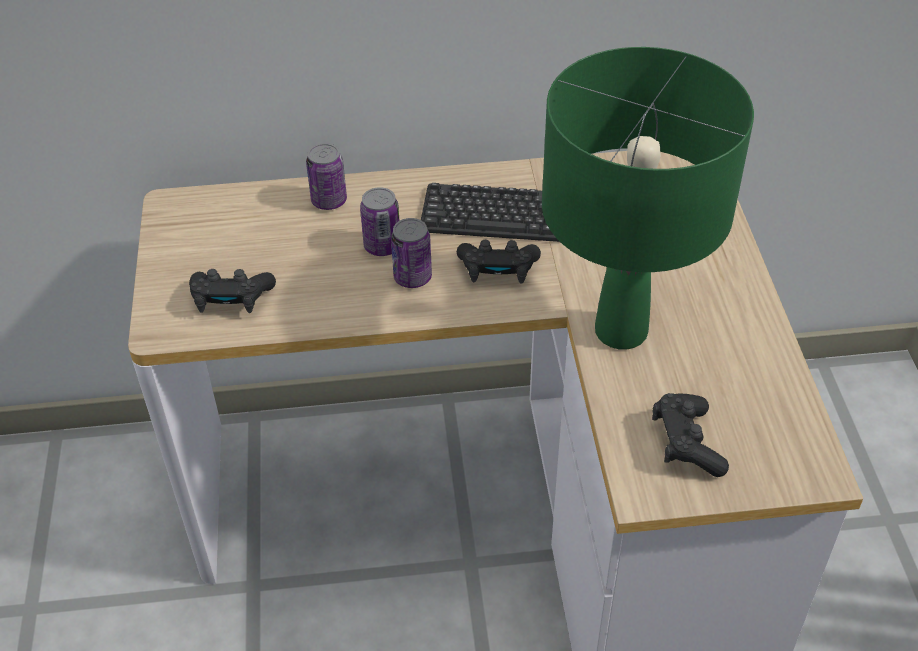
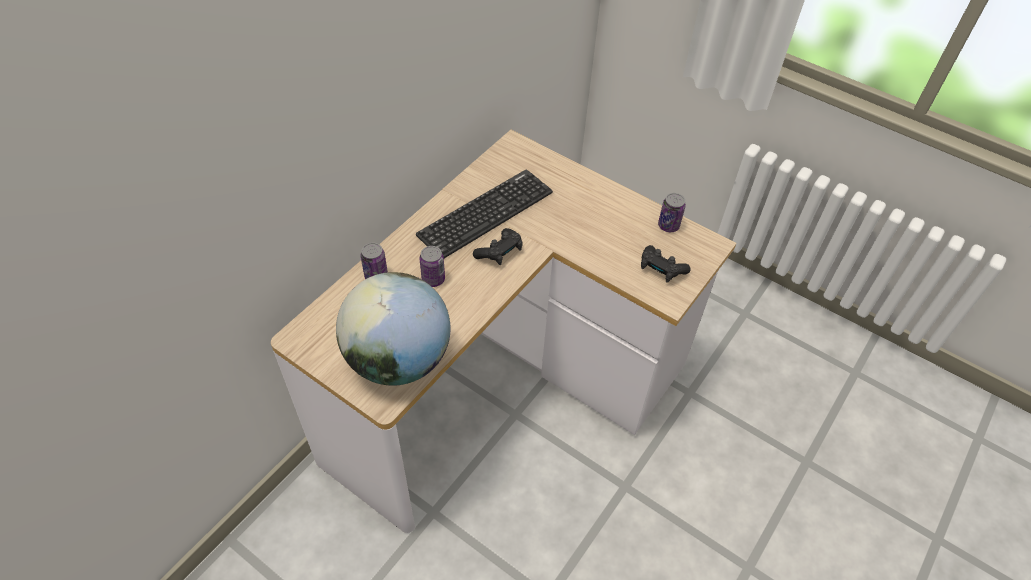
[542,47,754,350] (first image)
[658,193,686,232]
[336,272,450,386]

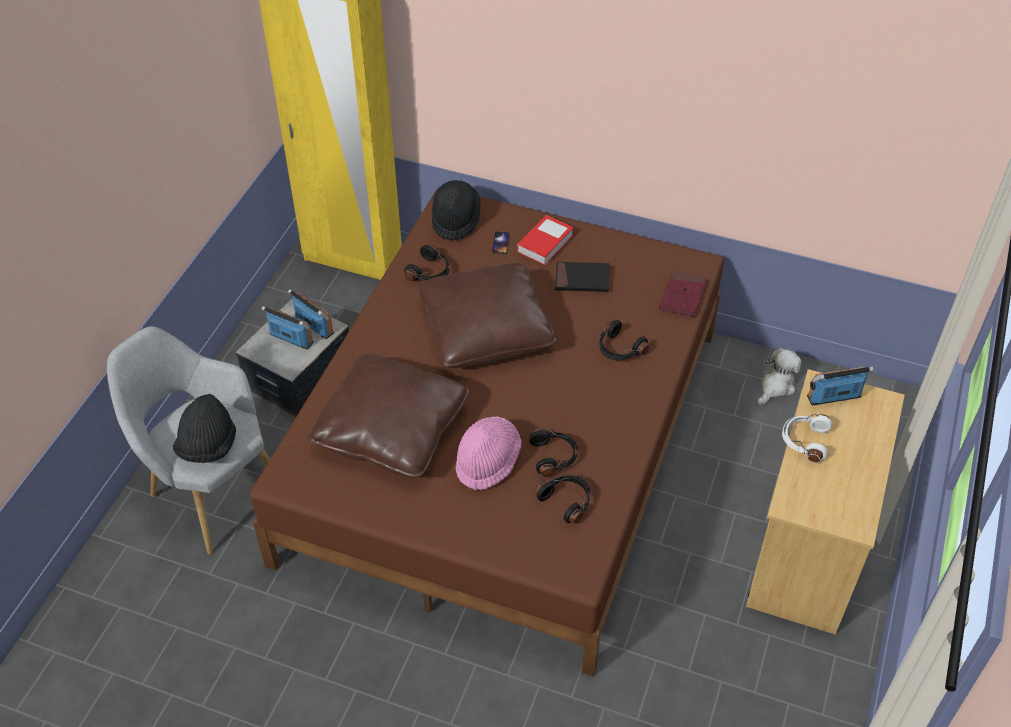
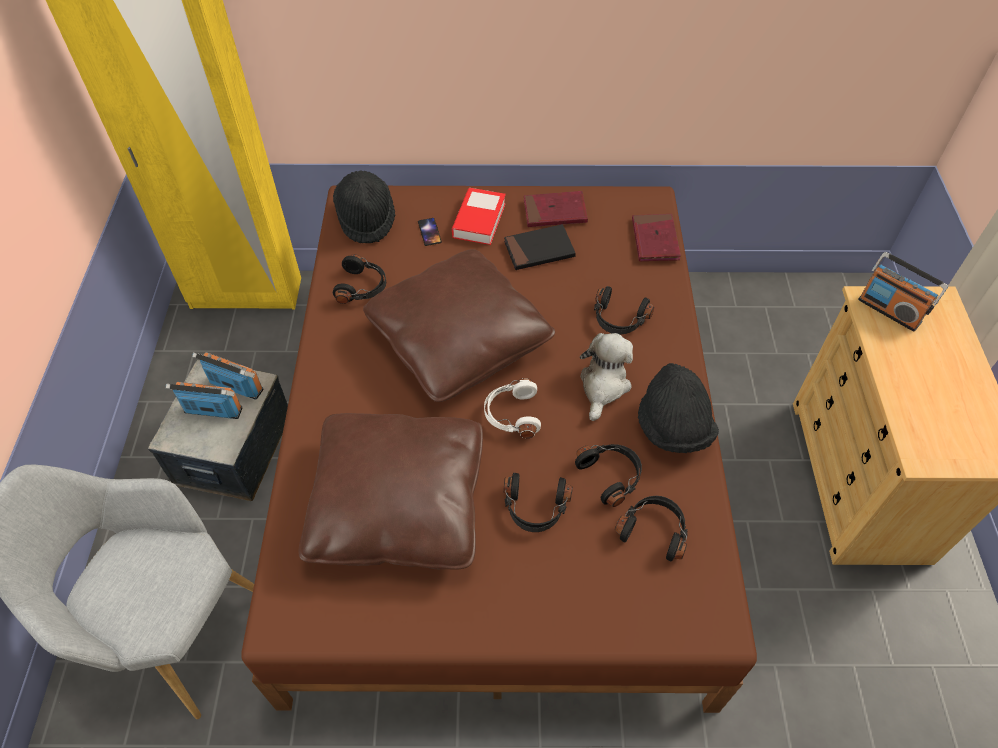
[580,333,633,421]
[858,252,948,332]
[638,363,719,453]
[484,378,541,438]
[504,473,573,532]
[524,191,588,227]

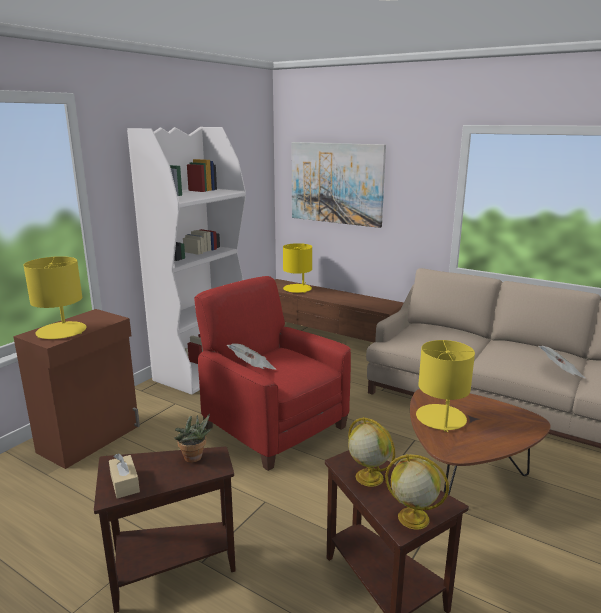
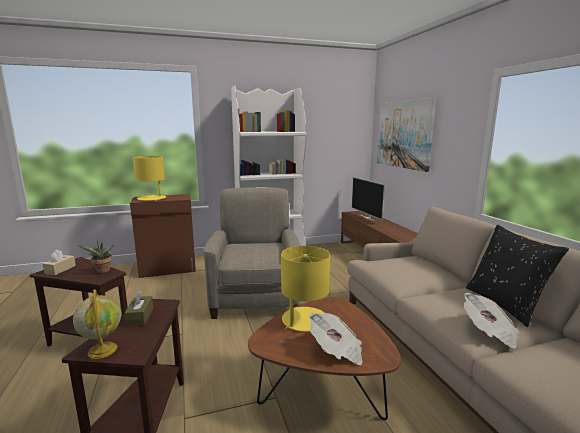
[352,177,385,221]
[203,187,301,319]
[309,313,362,365]
[124,291,153,327]
[466,225,569,327]

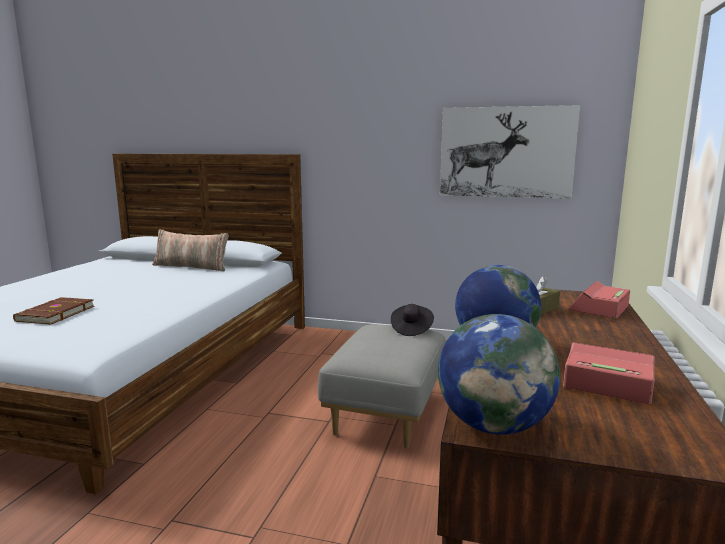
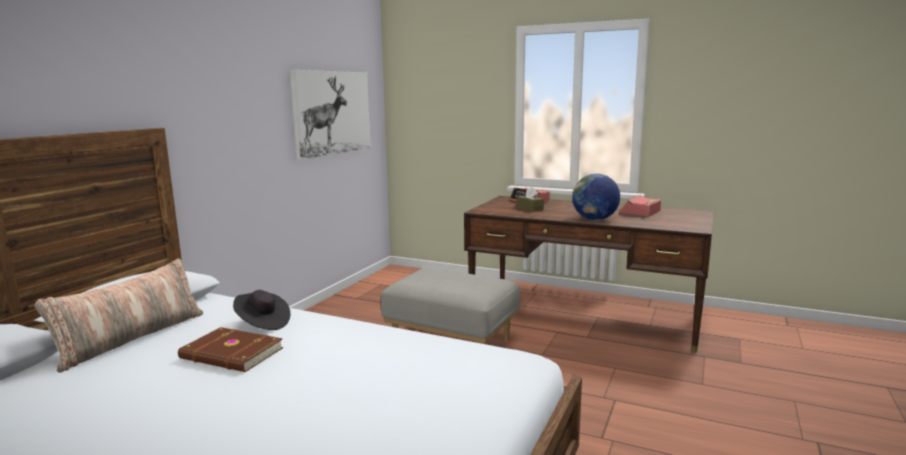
[178,327,283,372]
[233,290,290,330]
[438,314,560,435] (first image)

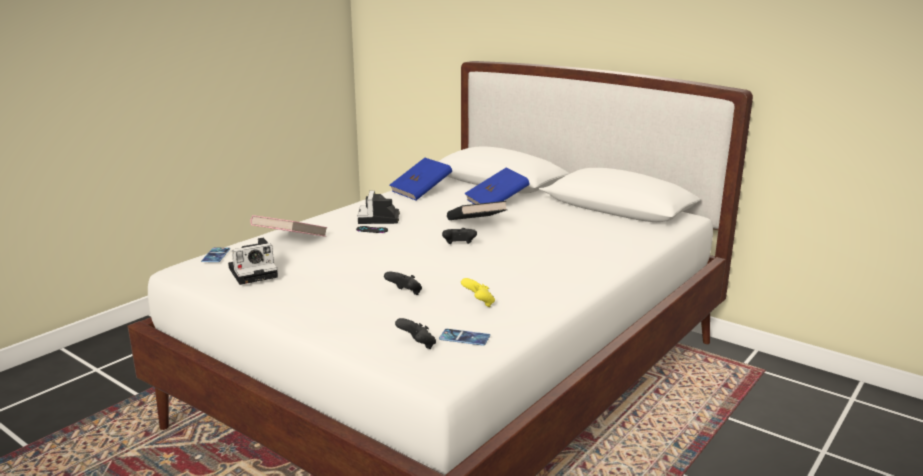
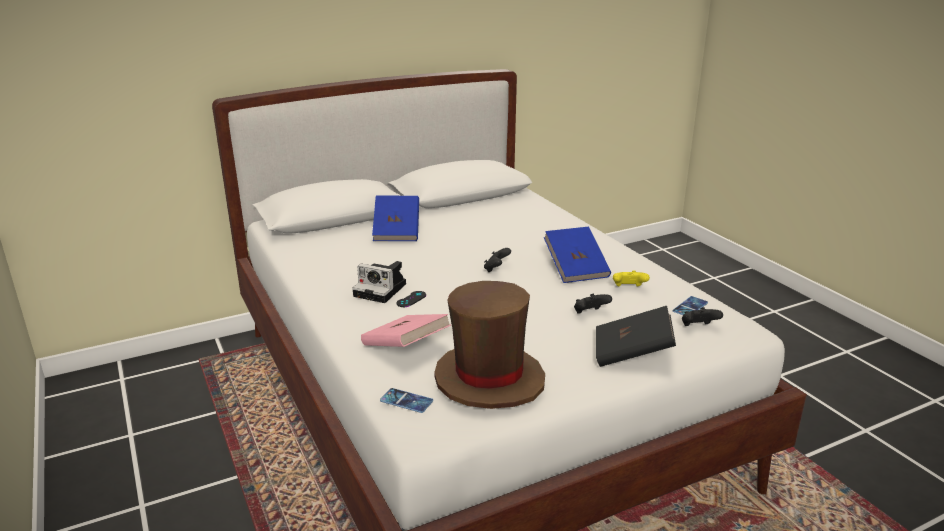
[544,227,611,283]
[596,306,676,367]
[434,281,545,409]

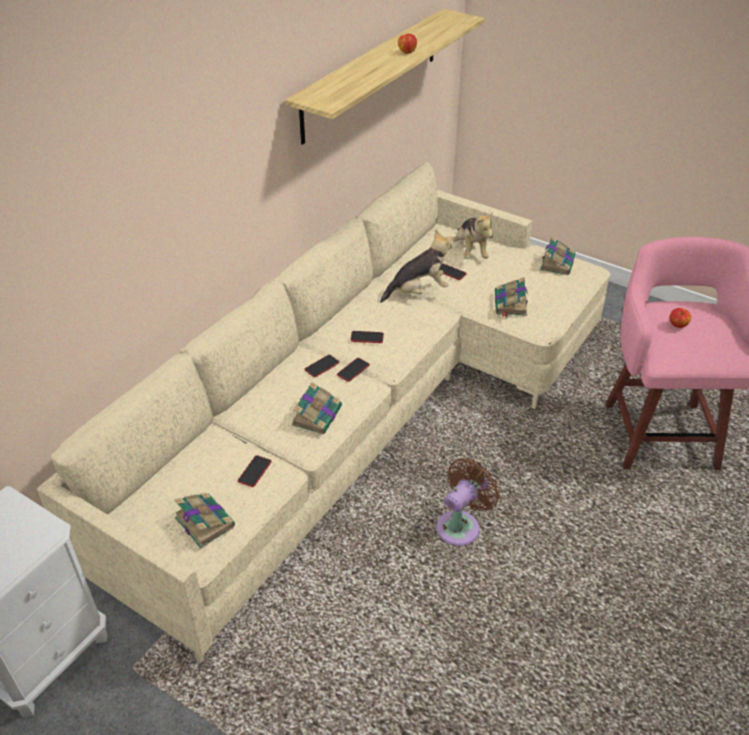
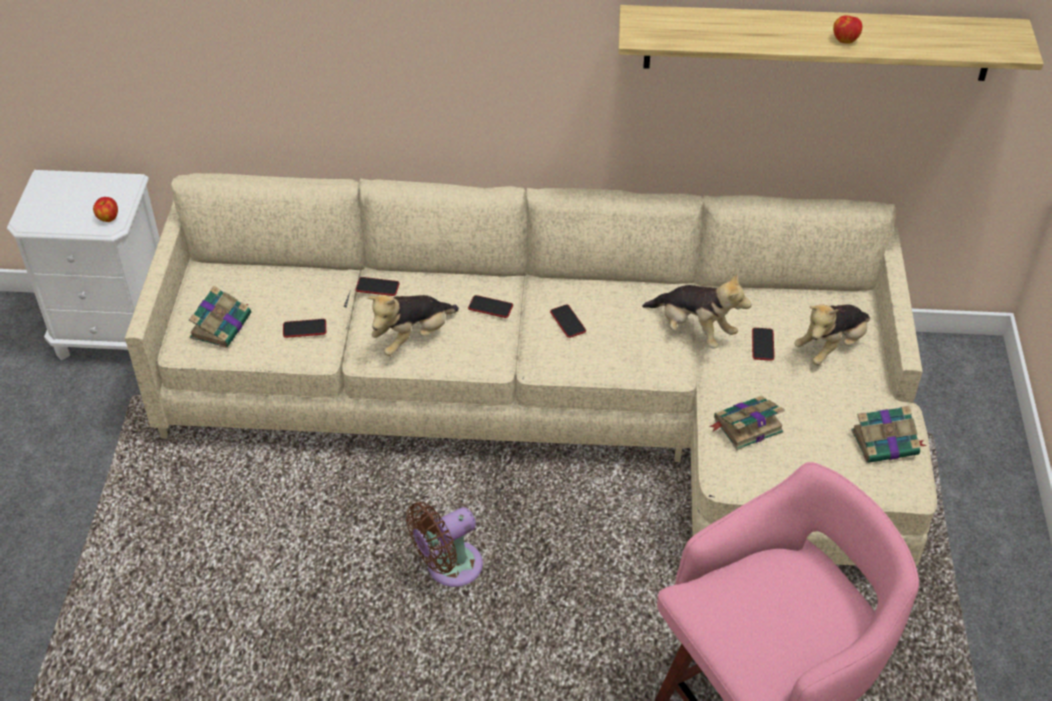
[93,197,118,222]
[355,277,400,296]
[367,295,459,356]
[406,502,483,587]

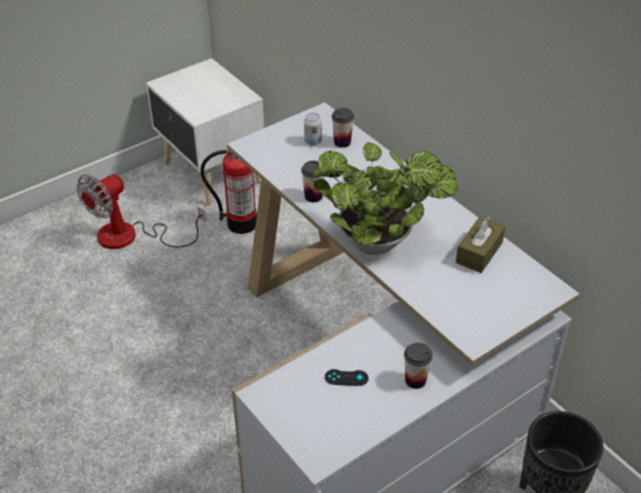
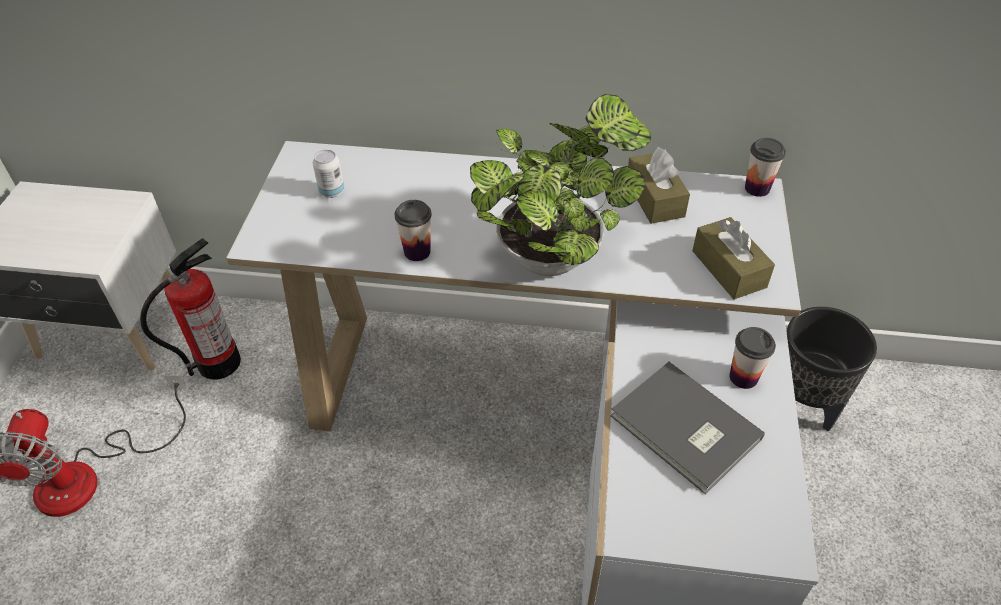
[745,138,786,197]
[611,362,765,494]
[692,217,775,299]

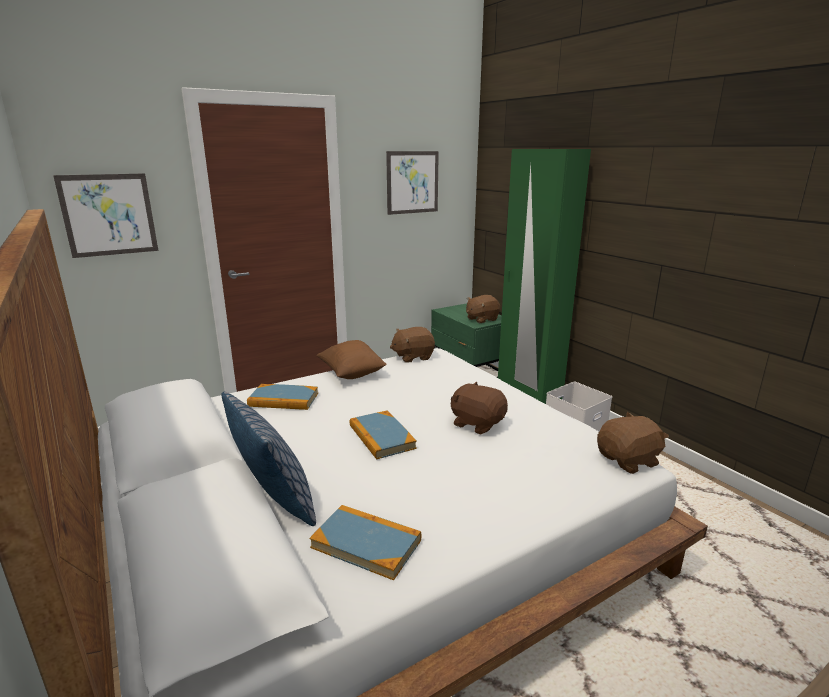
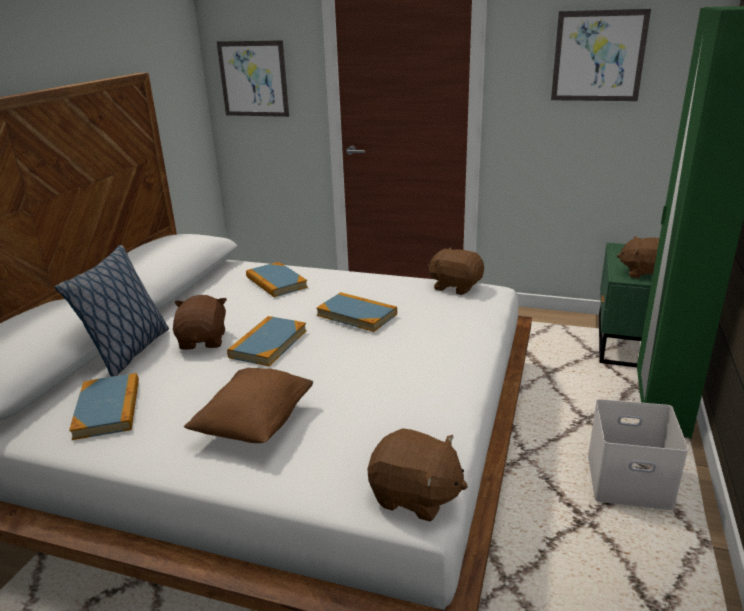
[184,368,313,443]
[173,295,227,350]
[316,292,397,332]

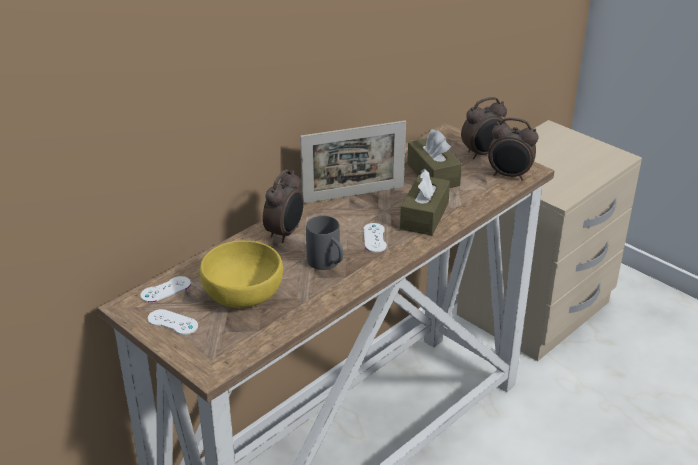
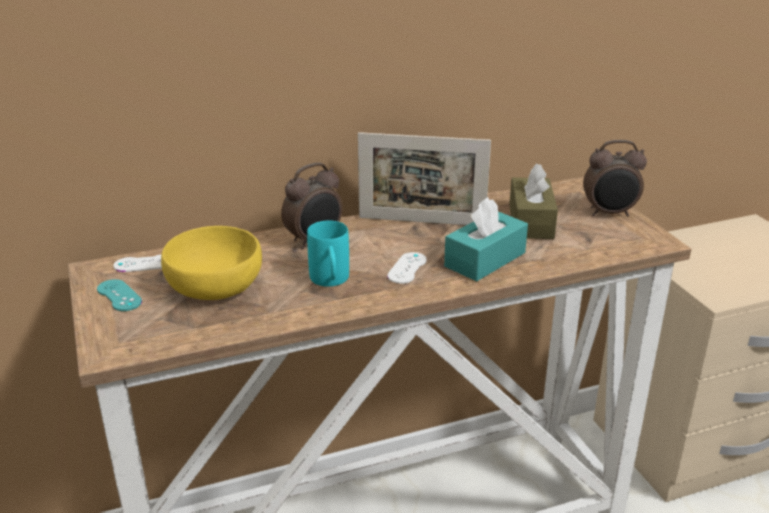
[488,117,539,181] (first image)
[444,197,528,282]
[307,221,349,287]
[97,279,142,311]

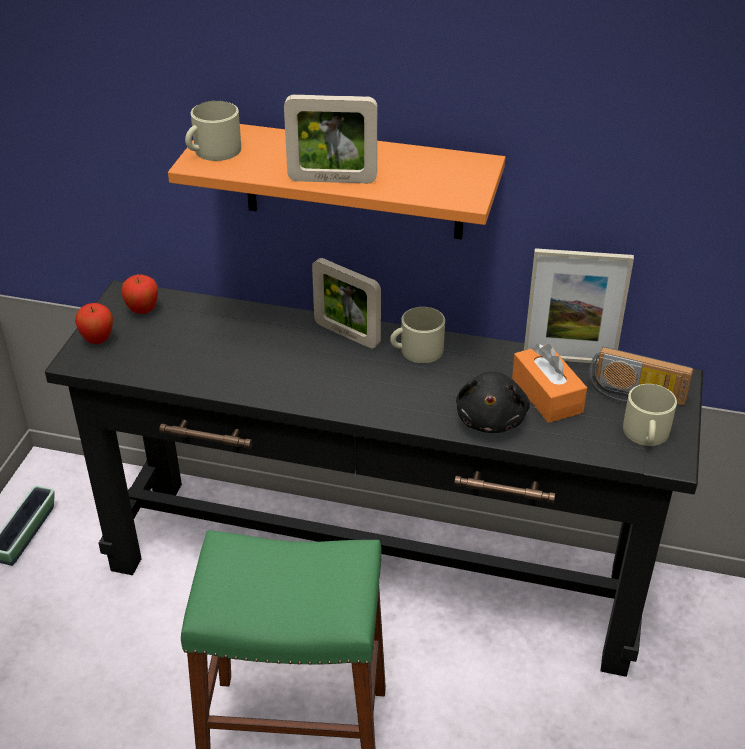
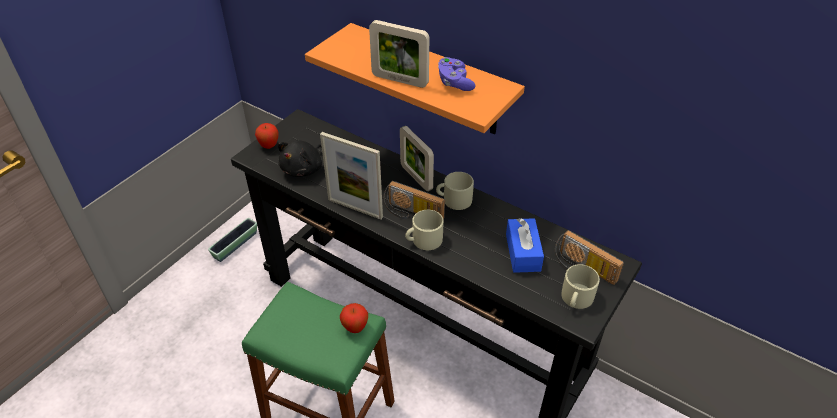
[405,210,444,250]
[320,132,383,220]
[340,303,368,333]
[506,218,544,273]
[278,140,322,177]
[438,57,476,91]
[384,181,445,219]

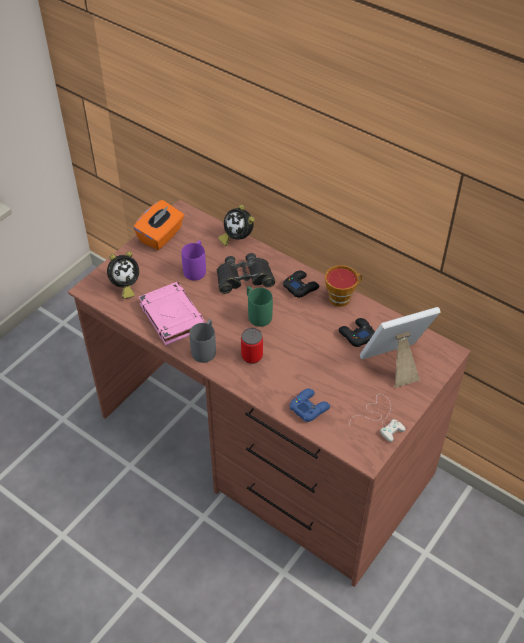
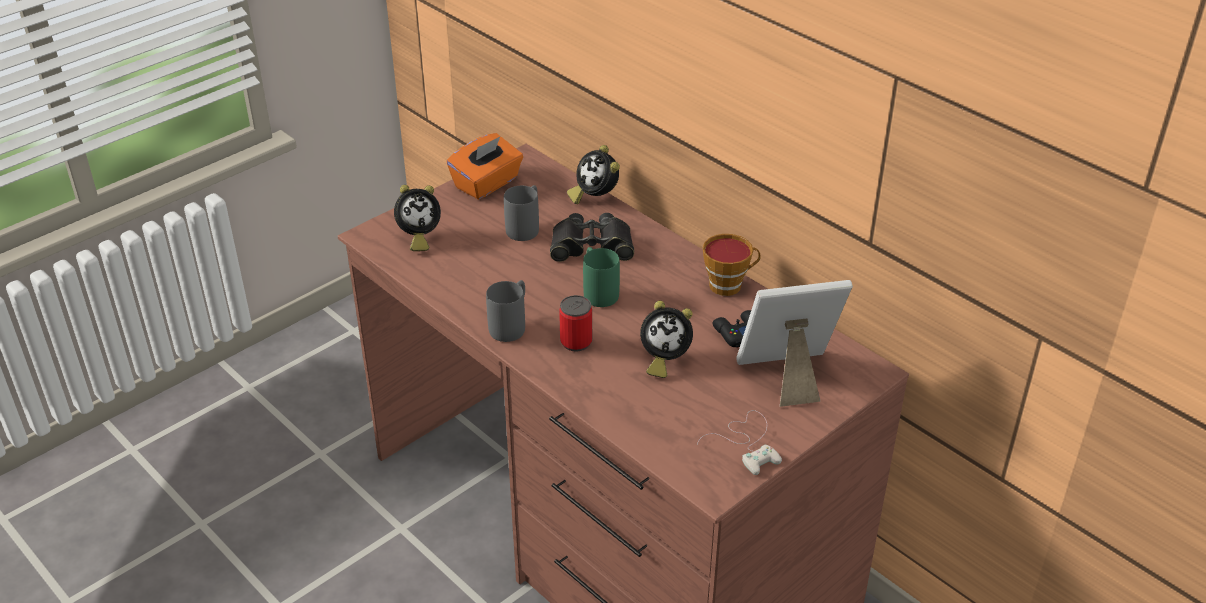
[504,185,539,241]
[283,271,320,298] (first image)
[139,282,206,346] (first image)
[290,388,330,422] (first image)
[640,301,693,378]

